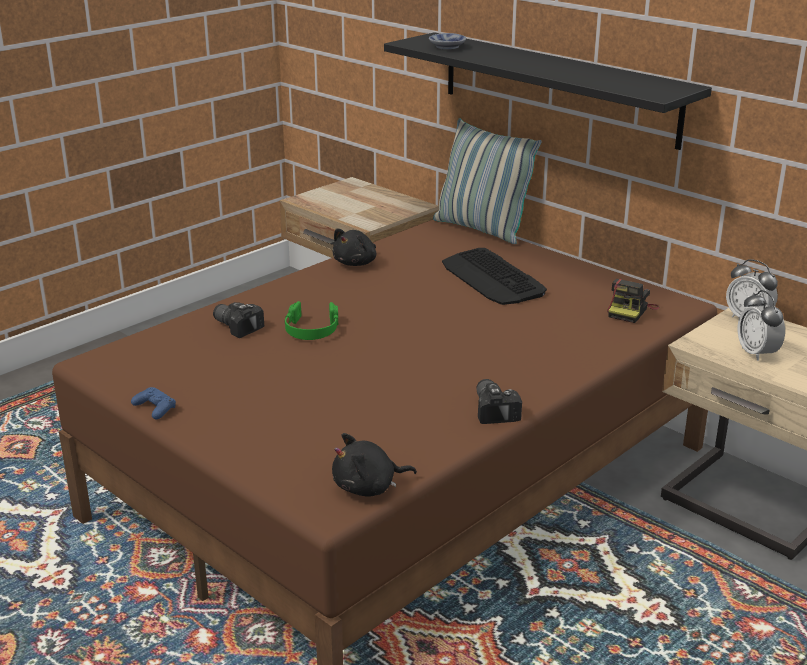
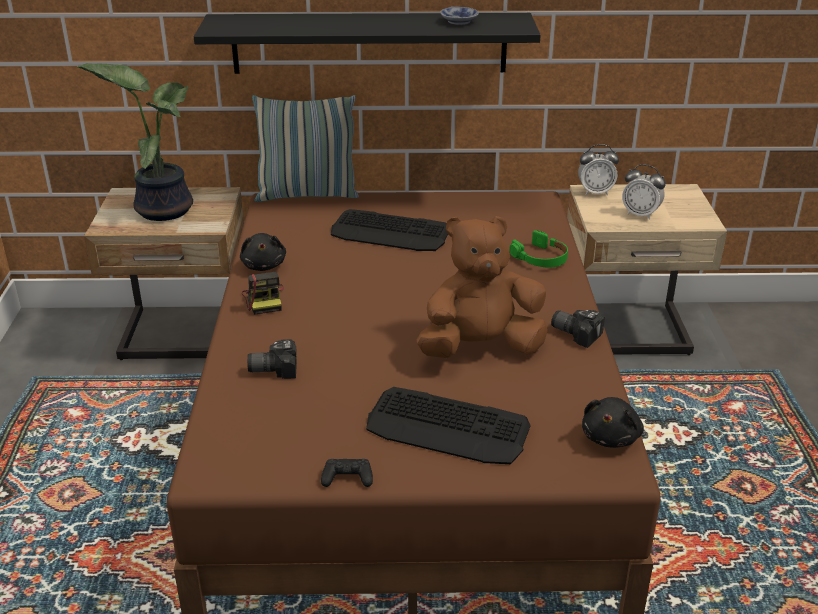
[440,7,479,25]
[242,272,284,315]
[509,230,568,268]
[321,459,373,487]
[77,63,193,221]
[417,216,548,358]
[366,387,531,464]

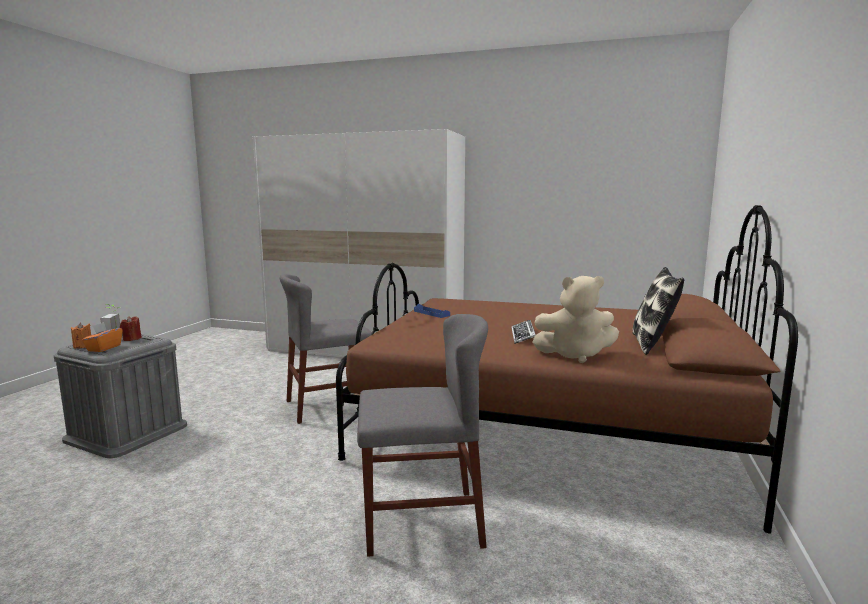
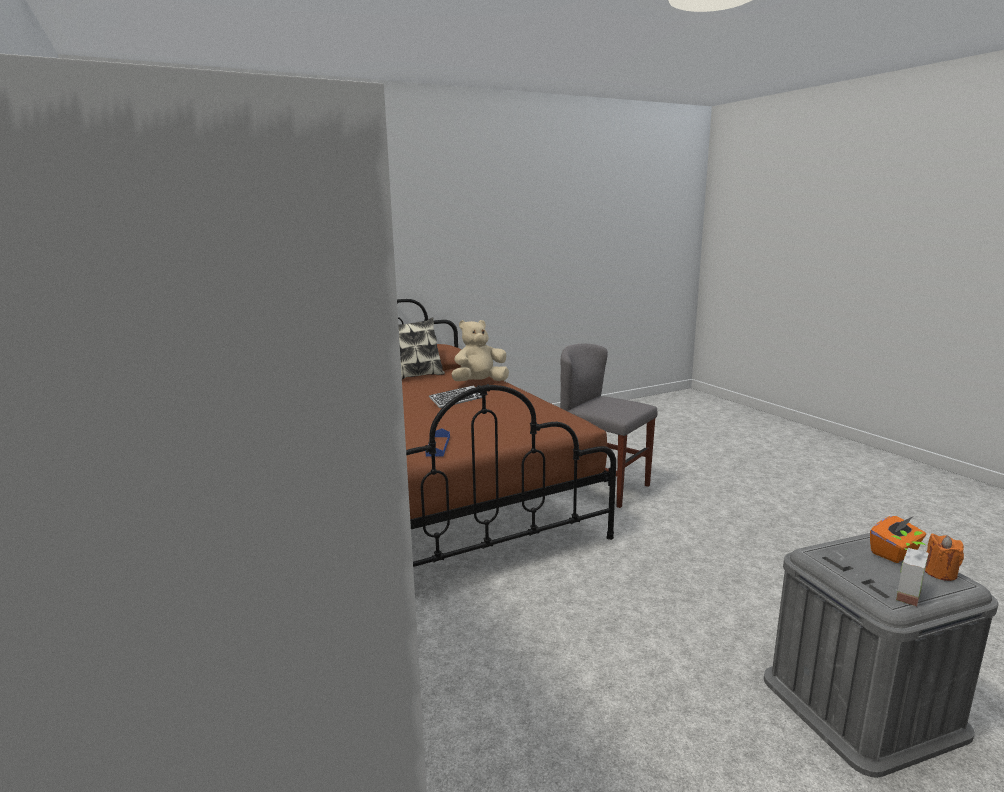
[280,274,372,424] (first image)
[452,320,509,381]
[120,316,142,341] (first image)

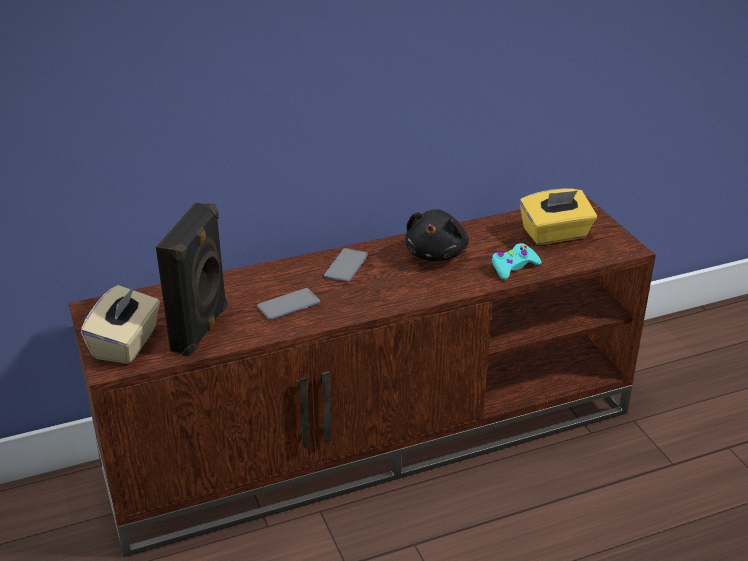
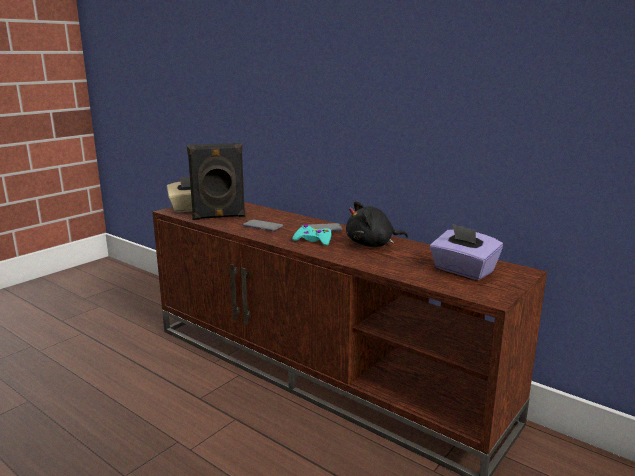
[430,224,503,280]
[292,225,332,246]

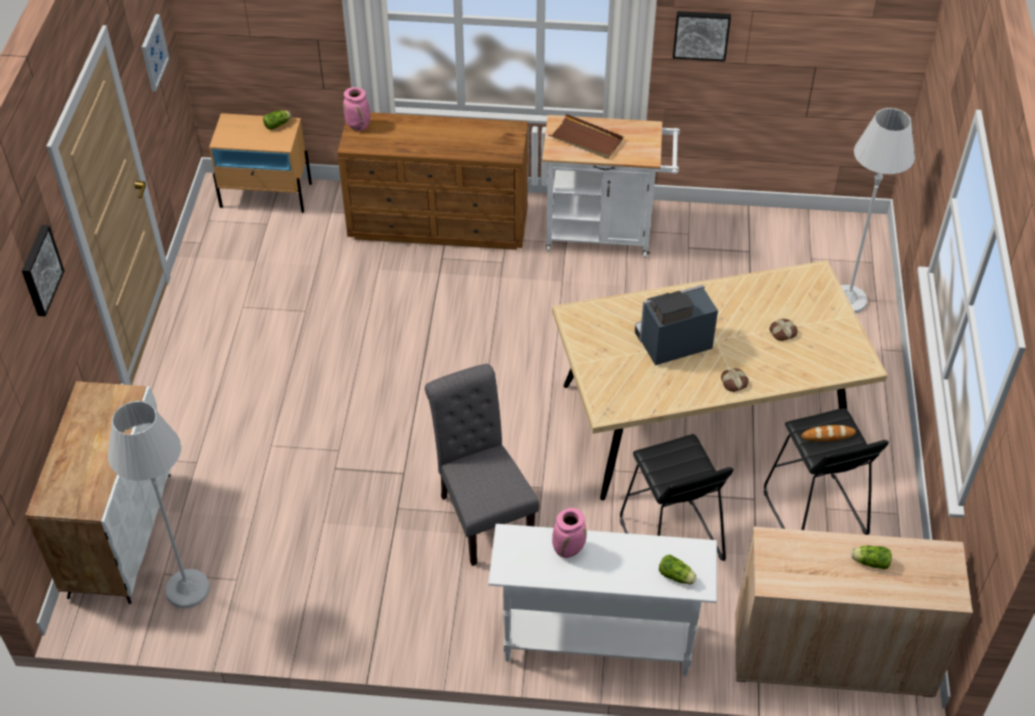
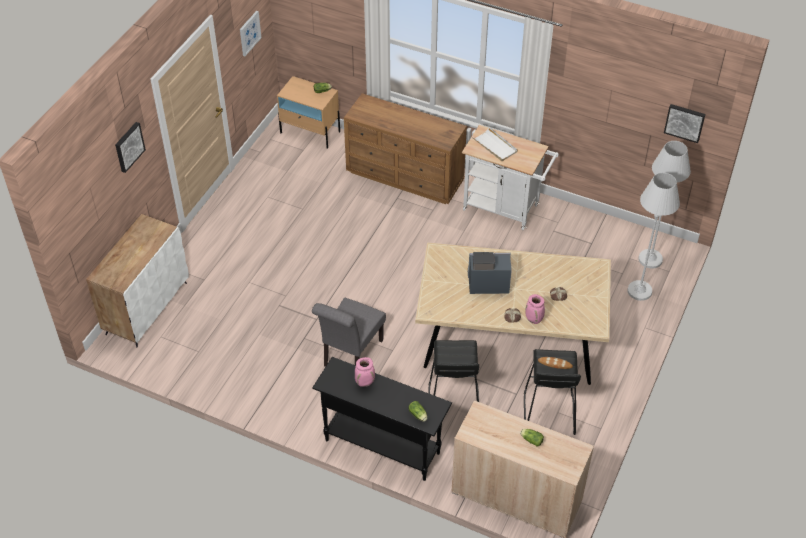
[664,104,705,143]
[525,294,545,324]
[472,127,518,161]
[312,298,386,367]
[638,141,691,268]
[312,357,452,481]

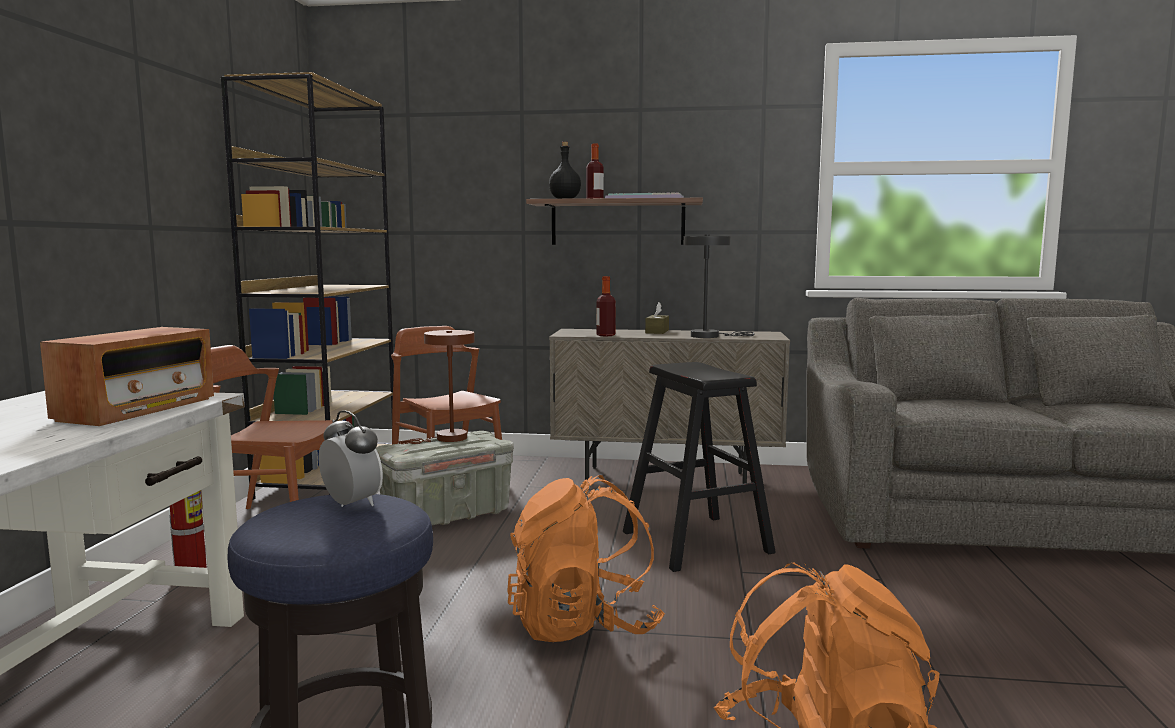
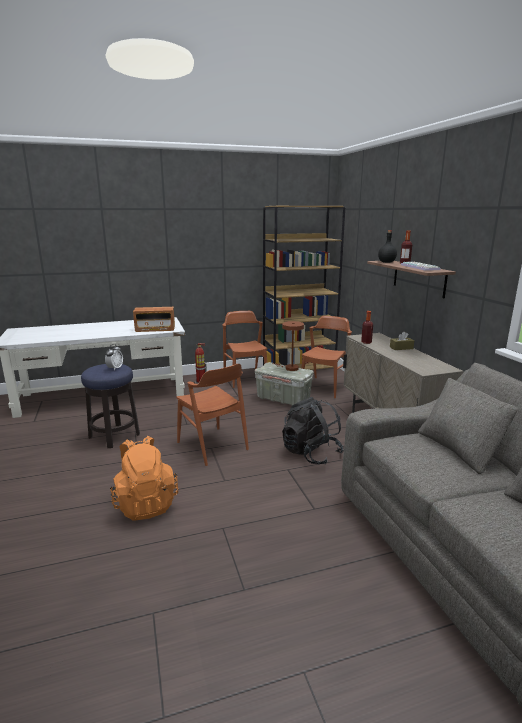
[684,234,754,338] (first image)
[282,397,344,464]
[176,364,249,466]

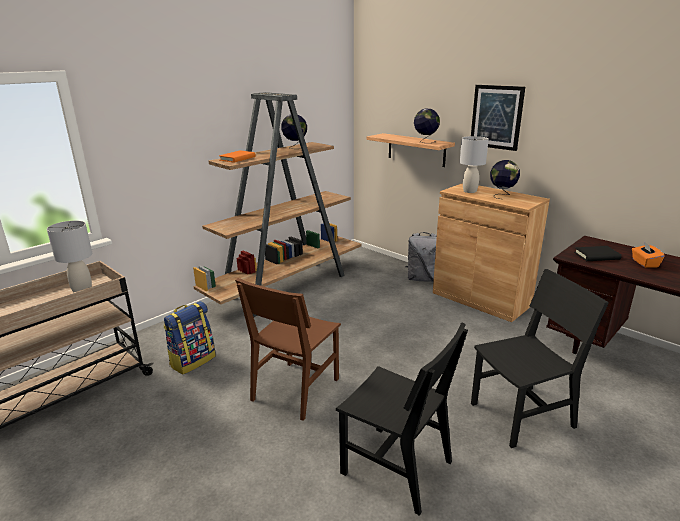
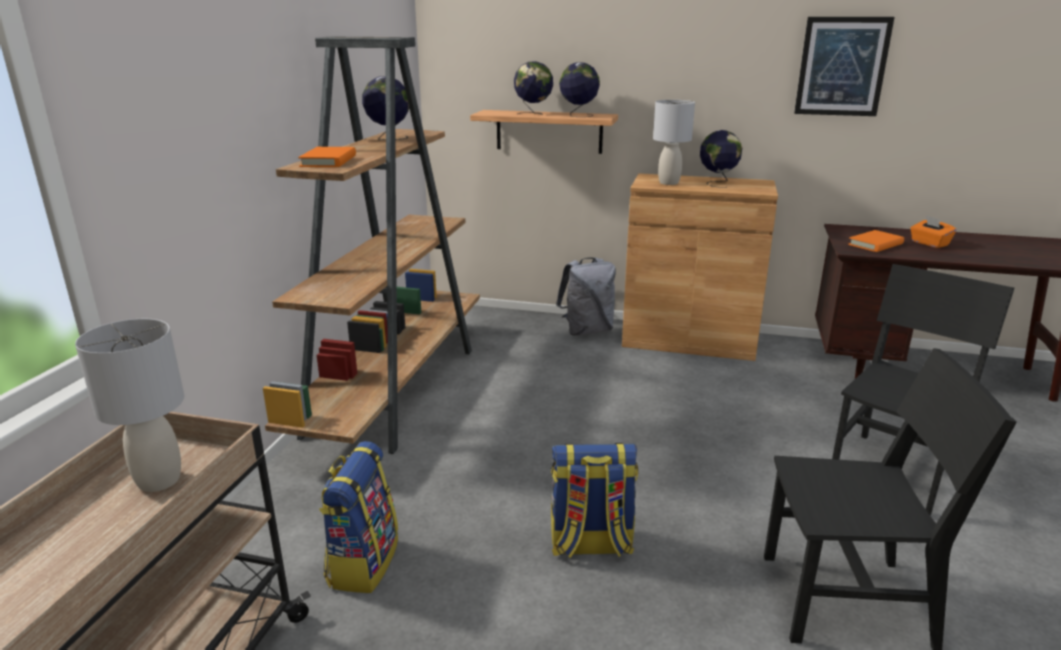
[794,17,895,116]
[848,230,904,252]
[551,443,638,558]
[514,61,553,115]

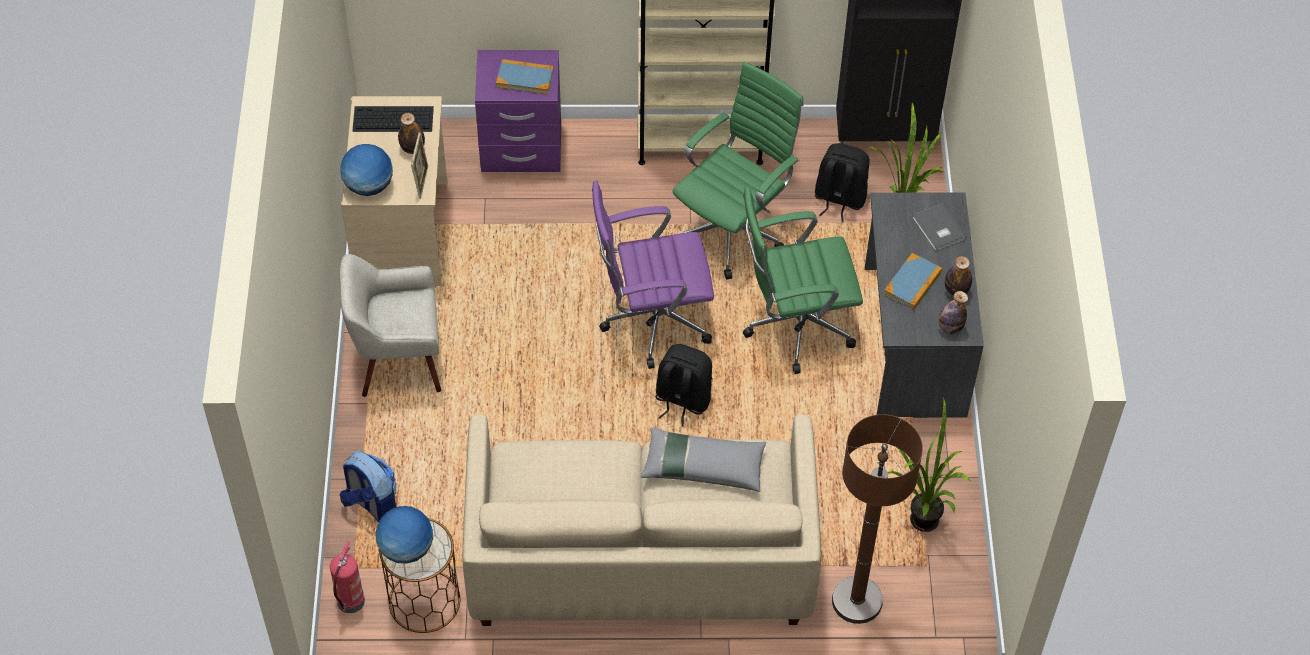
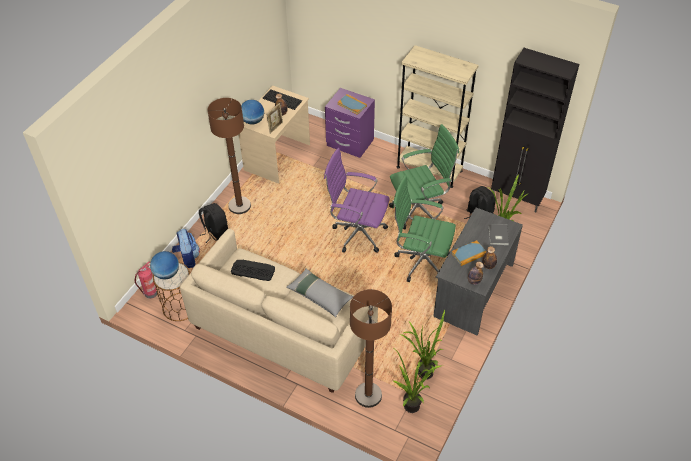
[207,98,251,214]
[199,203,228,243]
[231,260,275,281]
[393,349,442,413]

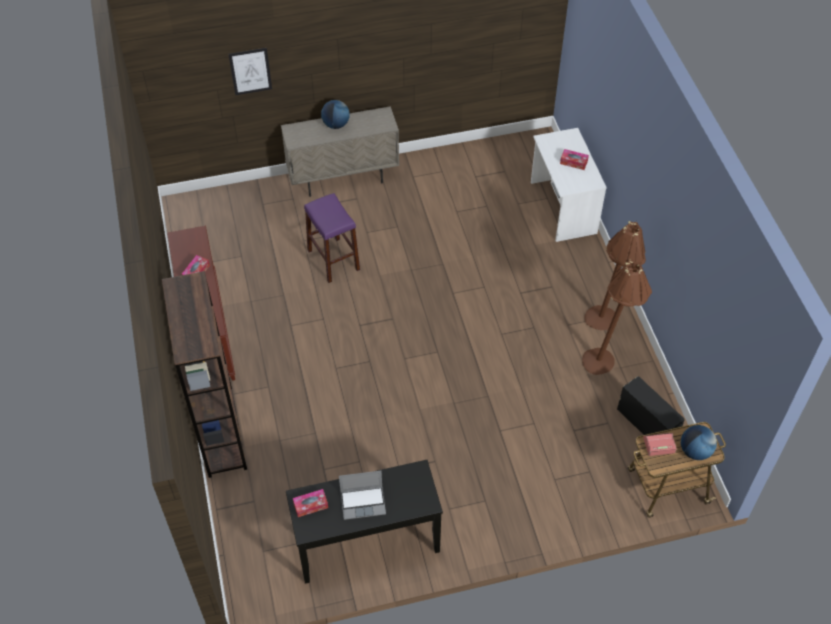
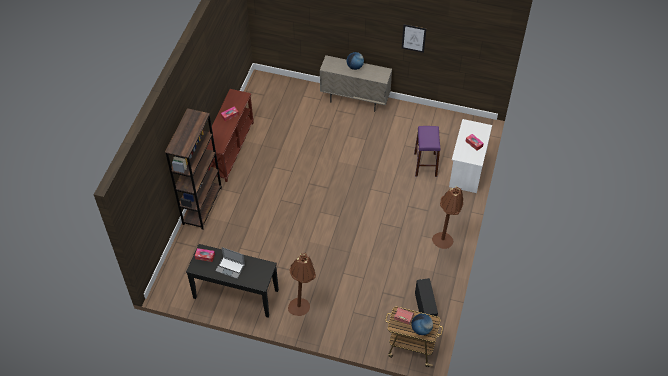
[402,24,426,53]
[414,126,440,177]
[288,253,316,316]

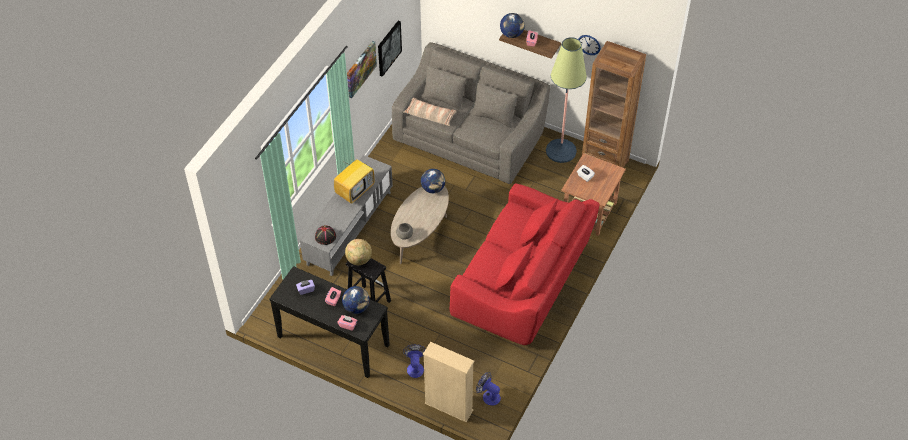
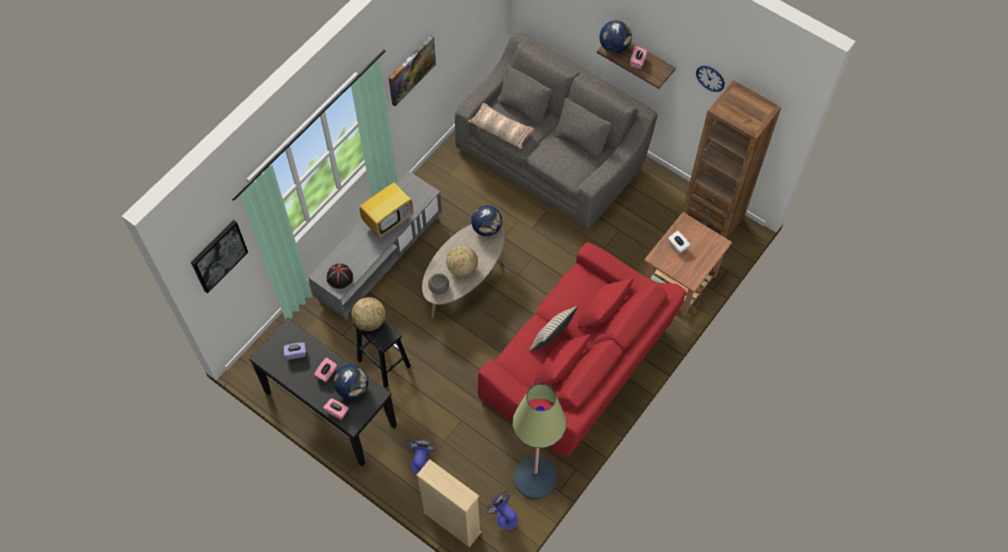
[191,220,248,294]
[513,383,566,499]
[446,245,478,277]
[529,306,577,351]

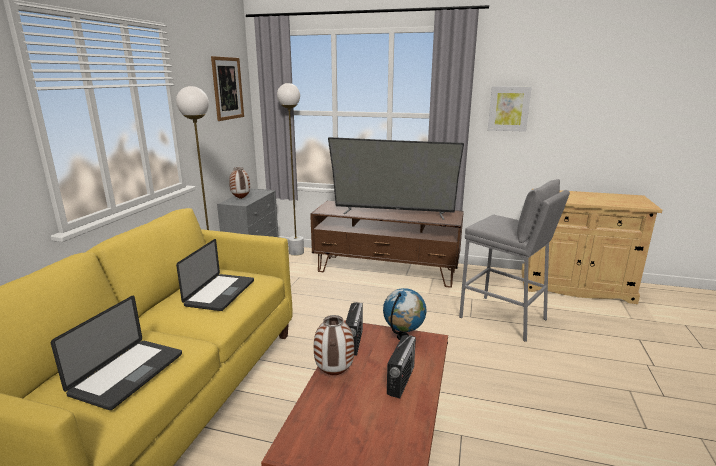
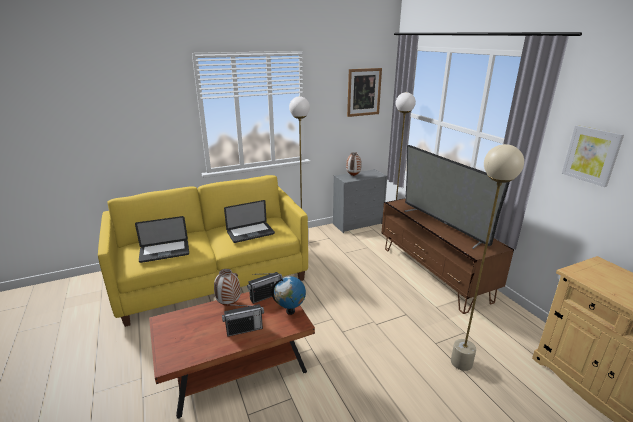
[451,144,524,371]

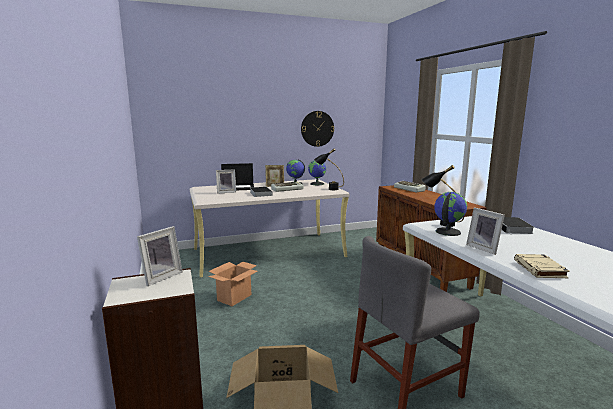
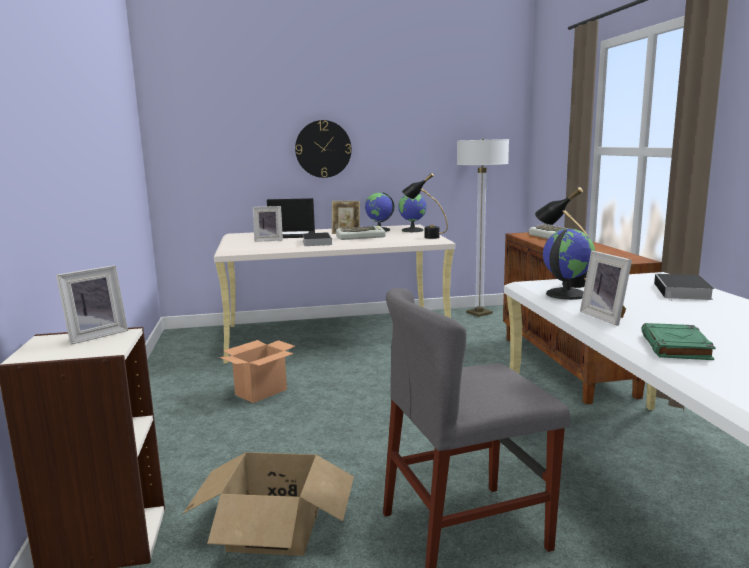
[295,120,351,178]
[641,323,716,360]
[457,139,509,317]

